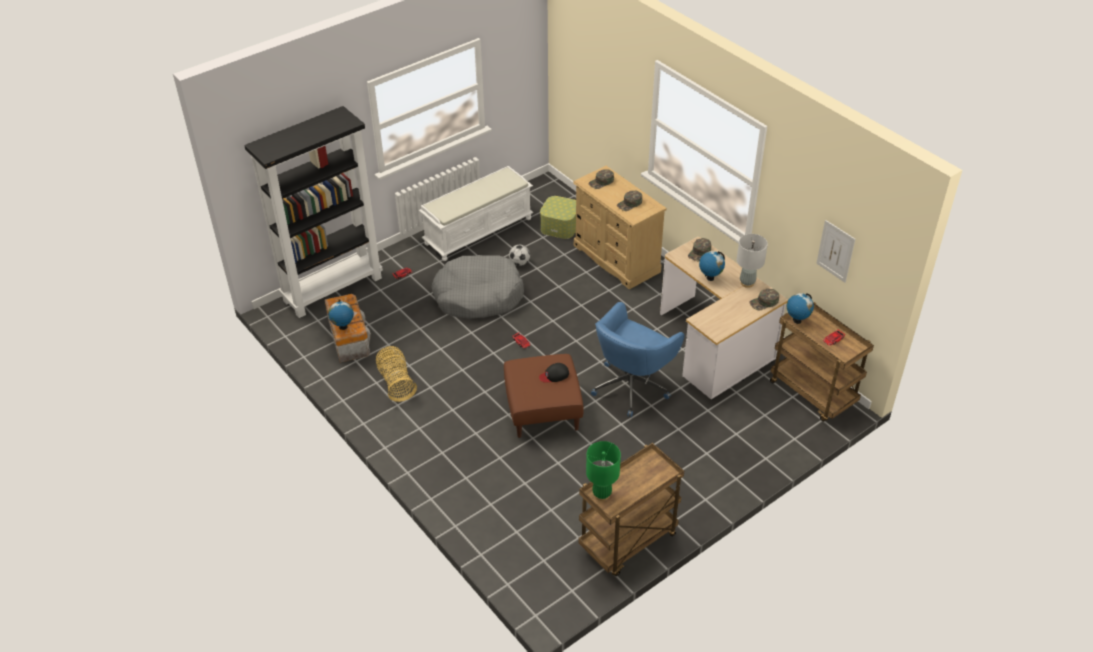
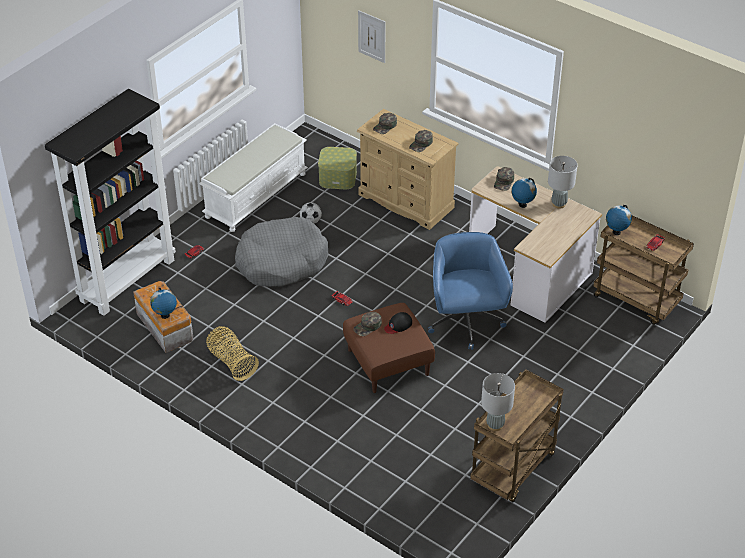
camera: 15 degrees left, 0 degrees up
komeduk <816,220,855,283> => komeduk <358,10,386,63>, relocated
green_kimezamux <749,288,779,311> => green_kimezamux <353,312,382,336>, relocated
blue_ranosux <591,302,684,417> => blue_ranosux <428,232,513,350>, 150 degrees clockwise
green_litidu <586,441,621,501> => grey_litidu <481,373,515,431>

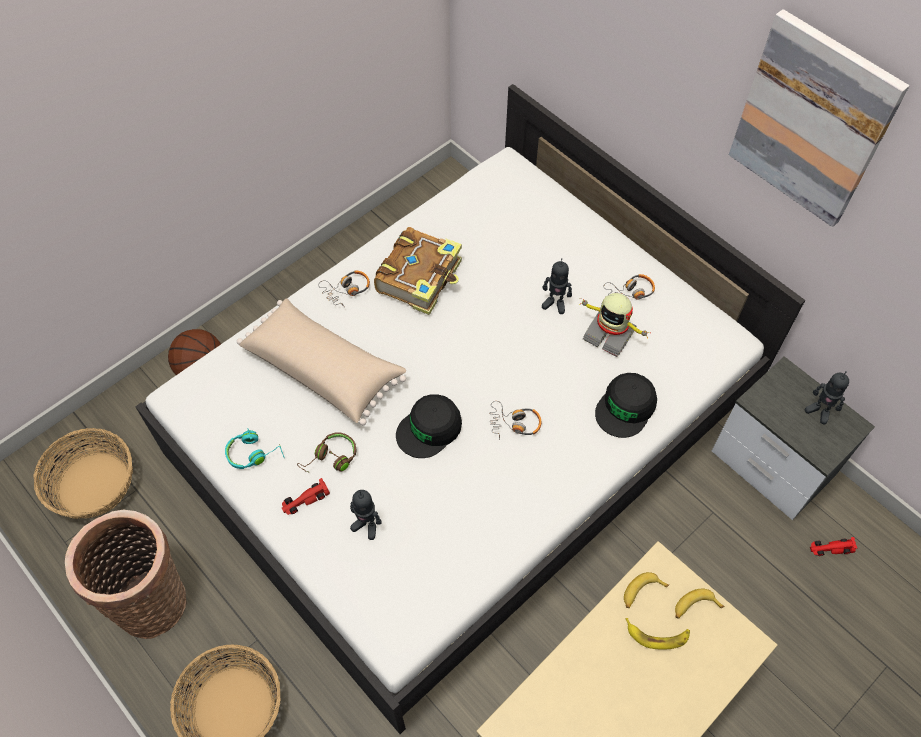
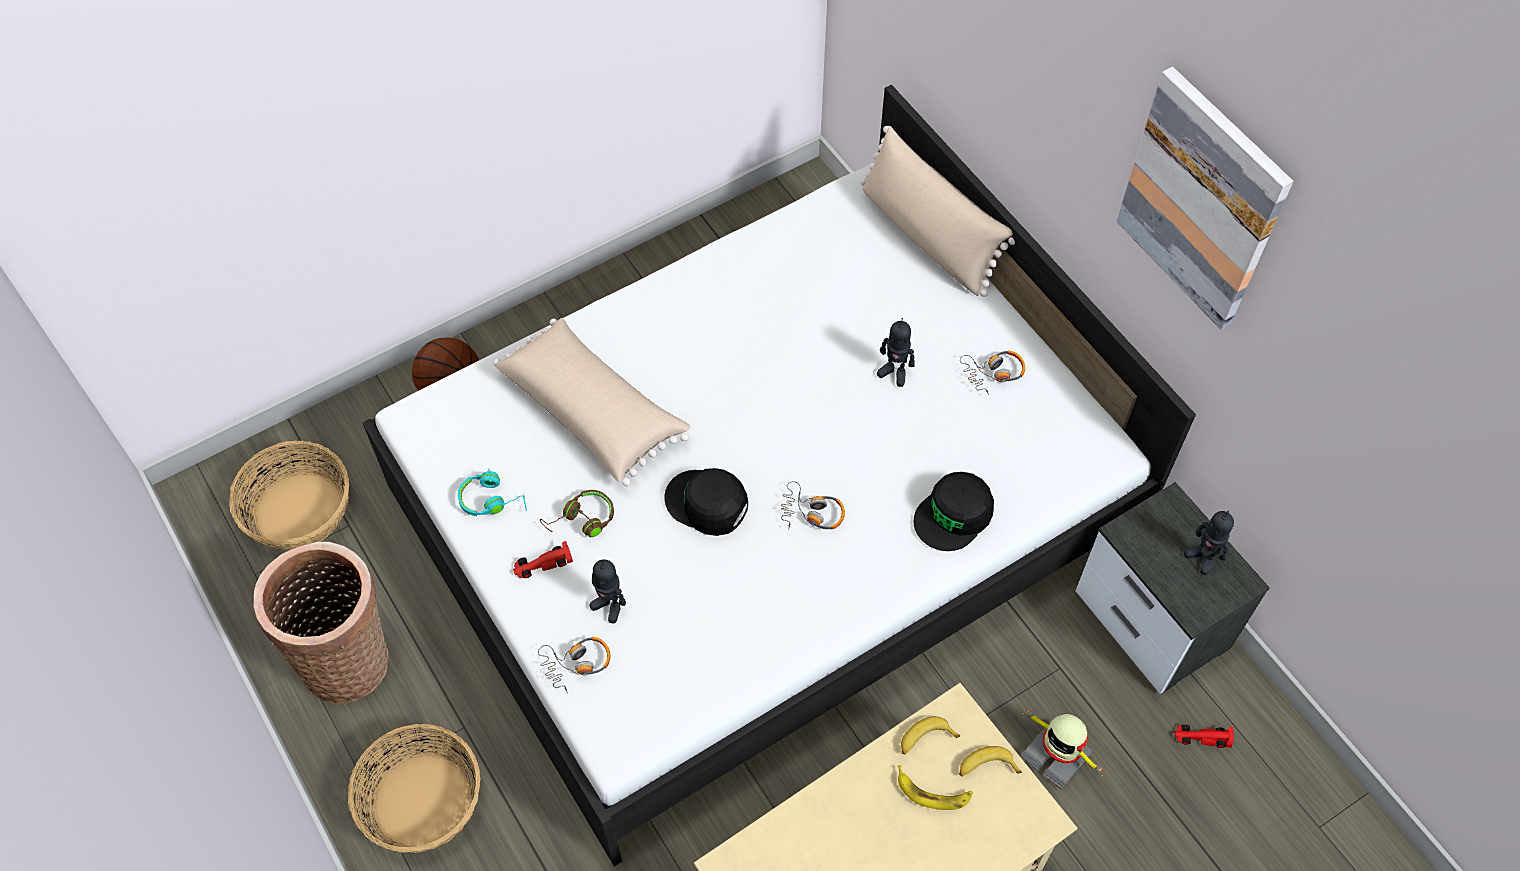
camera: 10 degrees right, 0 degrees up
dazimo <374,227,462,315> => nothing
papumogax <318,271,370,306> => papumogax <538,637,610,693>, relocated
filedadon <579,293,651,357> => filedadon <1021,706,1107,790>, relocated
black_kimezamux <396,394,462,458> => black_kimezamux <665,468,748,536>, 60 degrees clockwise
nothing => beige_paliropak <860,126,1015,297>

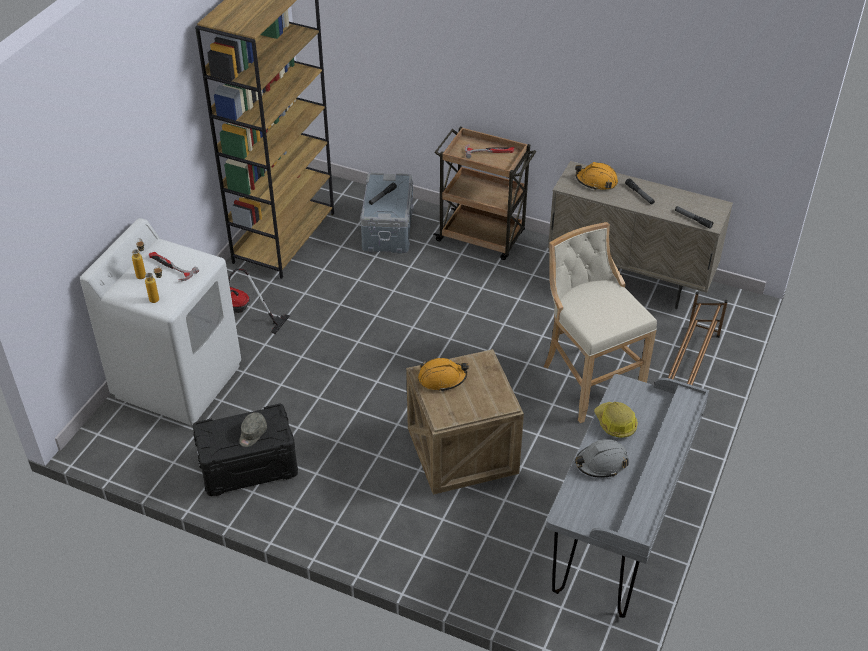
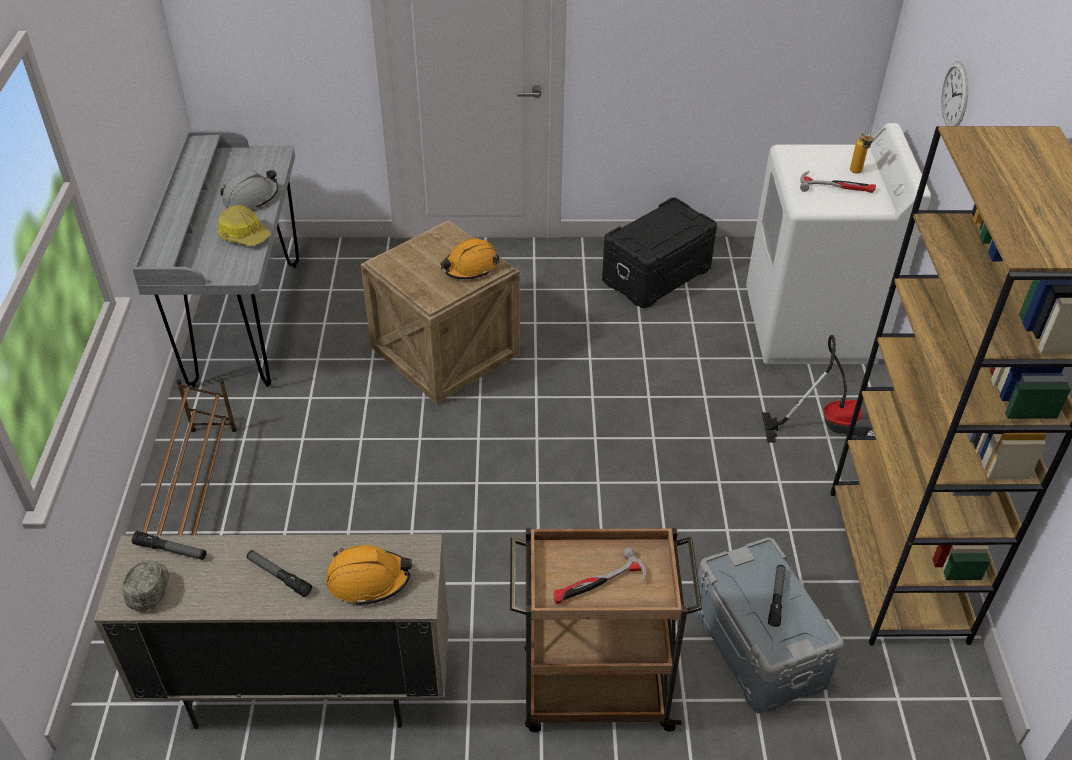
camera: 155 degrees right, 0 degrees up
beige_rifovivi <544,222,657,423> => nothing
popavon <145,267,162,303> => nothing
grey_kimezamux <239,412,267,447> => grey_kimezamux <122,560,169,611>, relocated
nothing => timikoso <941,61,969,126>

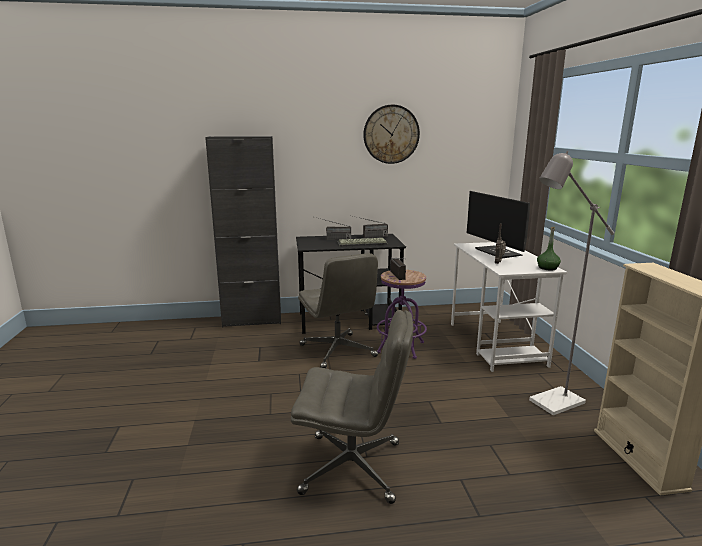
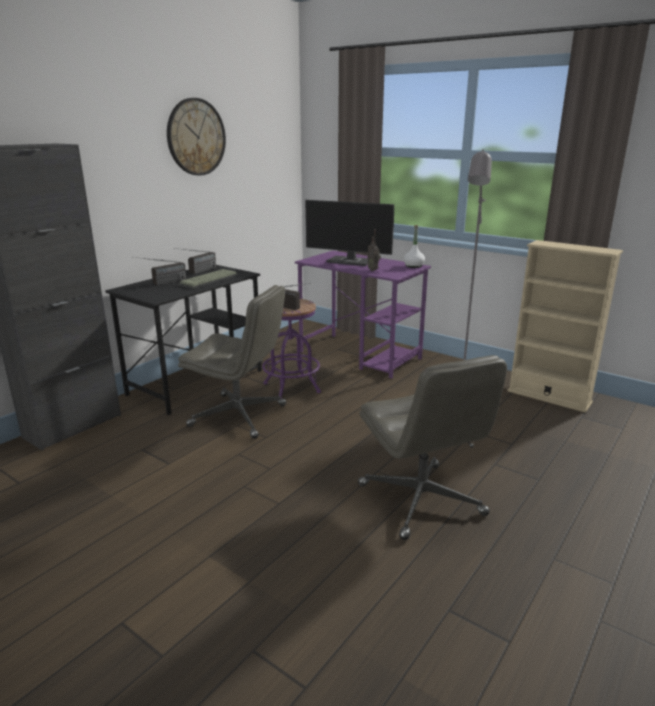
camera: 45 degrees left, 5 degrees up
green_popavon <537,227,561,270> => white_popavon <404,225,425,268>
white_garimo <451,242,567,372> => purple_garimo <295,250,431,379>
grey_ranosux <291,310,413,504> => grey_ranosux <358,355,507,540>, 105 degrees clockwise

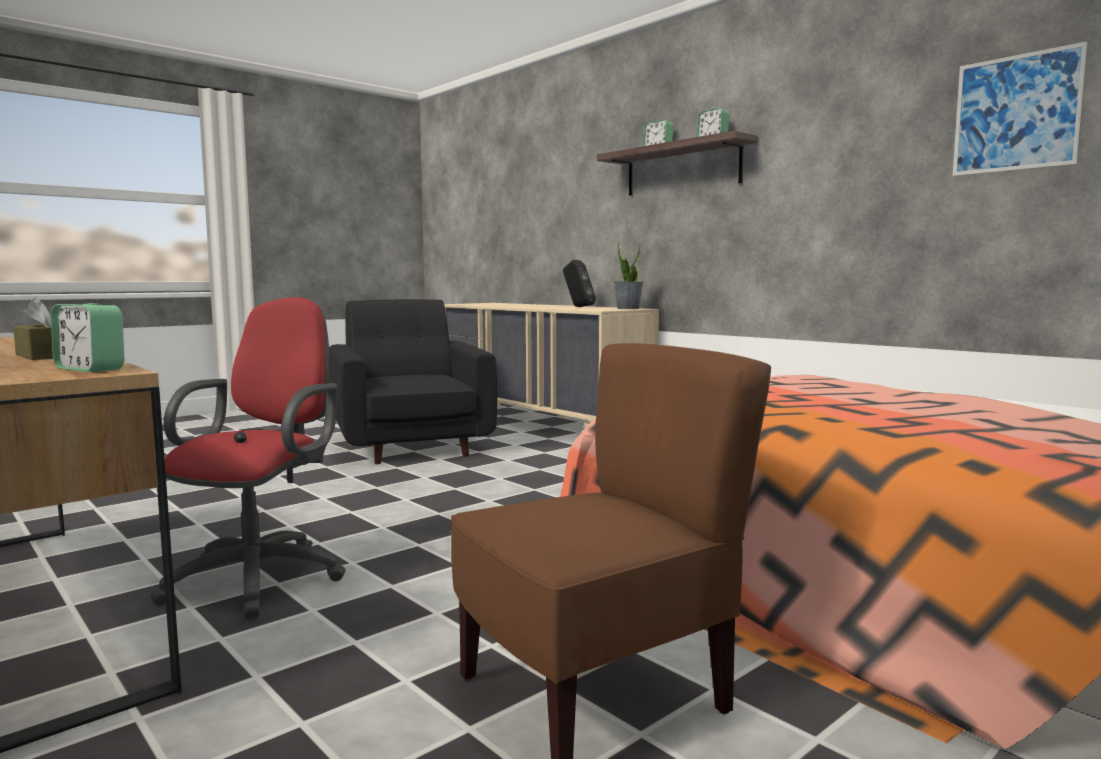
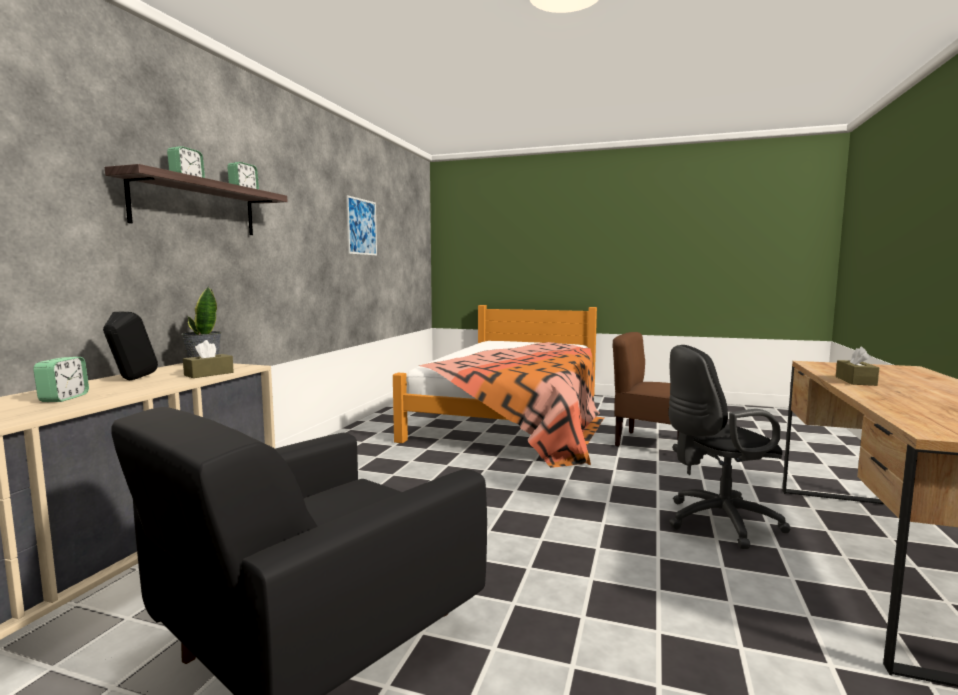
camera: 120 degrees left, 0 degrees up
red_ranosux <150,297,346,619> => black_ranosux <669,345,791,549>
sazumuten <51,303,124,372> => sazumuten <33,357,89,402>, relocated
nothing => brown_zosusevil <183,340,234,378>

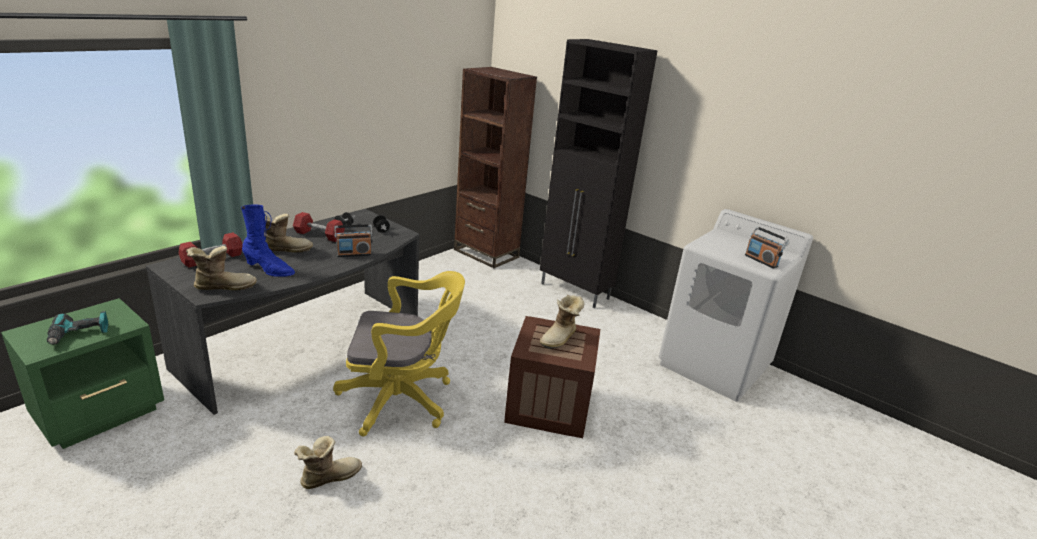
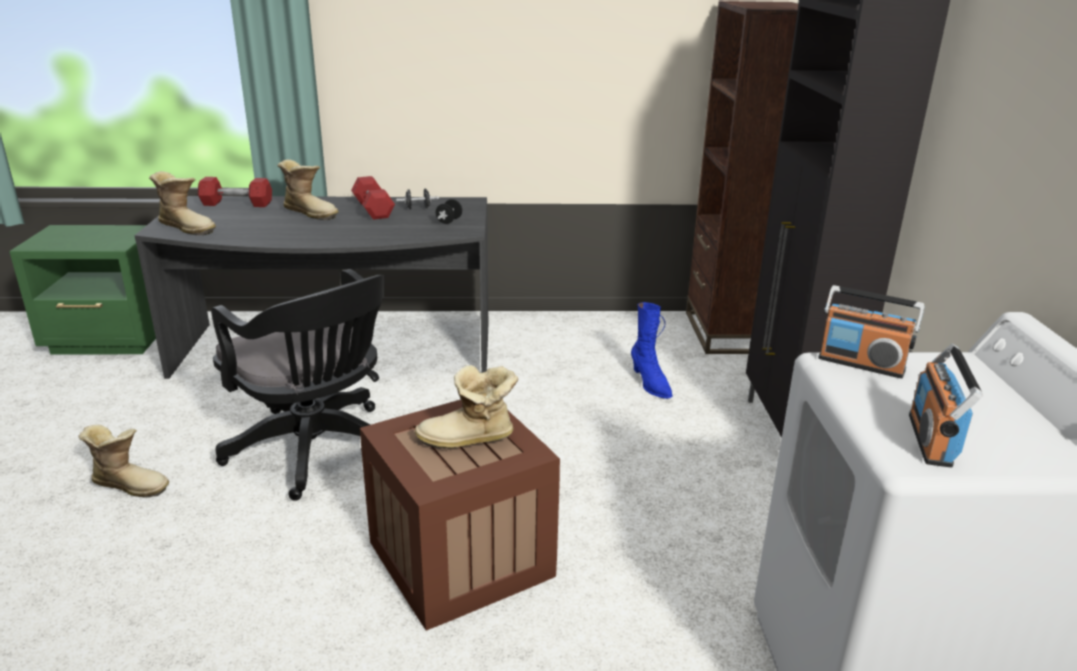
camera: 50 degrees right, 0 degrees up
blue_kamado <241,205,295,277> => blue_kamado <631,302,673,399>, relocated
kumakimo <334,224,373,257> => kumakimo <818,285,924,379>, relocated
yellow_ranosux <333,271,465,437> => black_ranosux <211,269,384,501>
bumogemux <47,311,108,345> => nothing

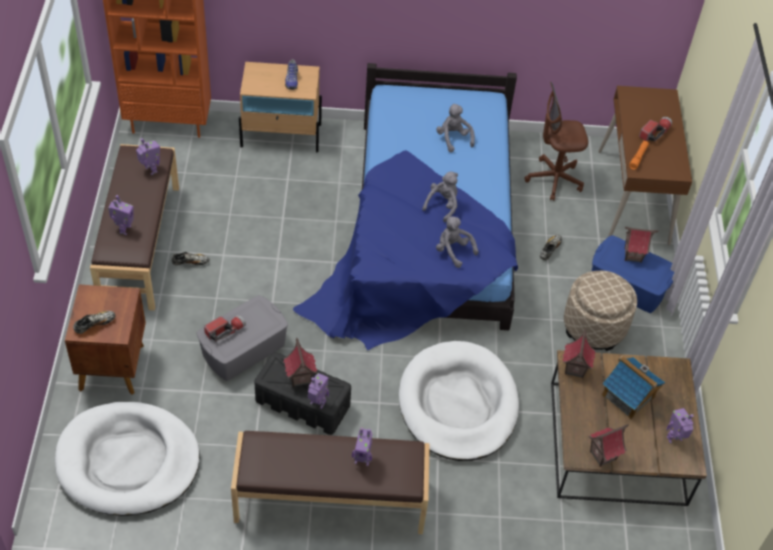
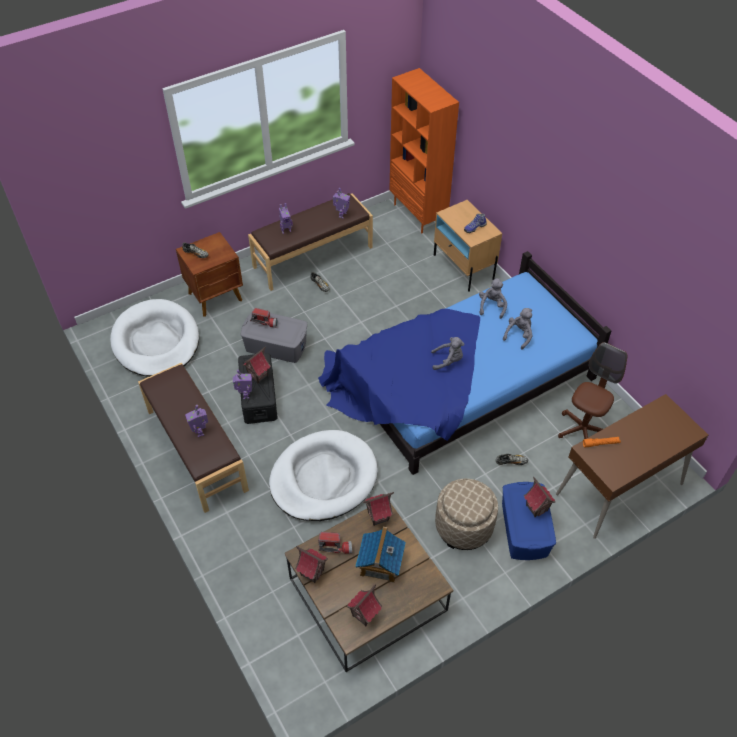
camera: 60 degrees right, 0 degrees up
brown_ranosux <524,82,588,201> => brown_ranosux <558,342,627,439>, 75 degrees clockwise
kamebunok <639,117,672,142> => kamebunok <318,532,352,554>, relocated
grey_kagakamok <436,216,478,268> => grey_kagakamok <479,278,507,319>, relocated
filedadon <666,408,694,443> => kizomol <347,584,382,627>

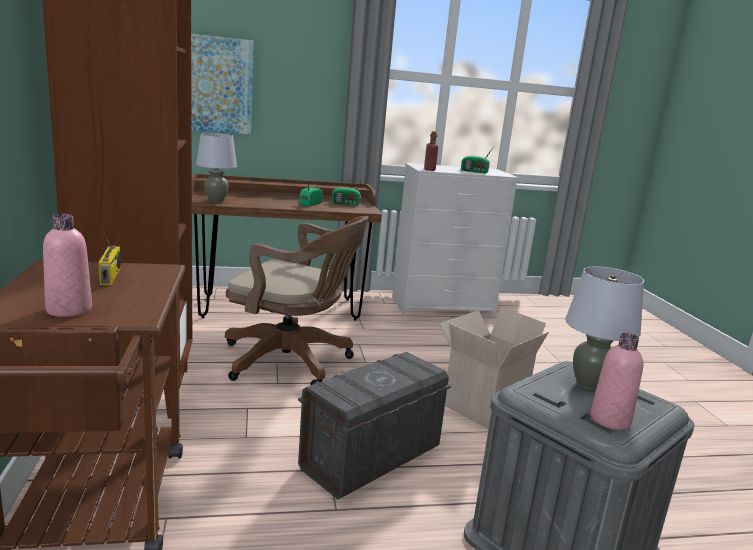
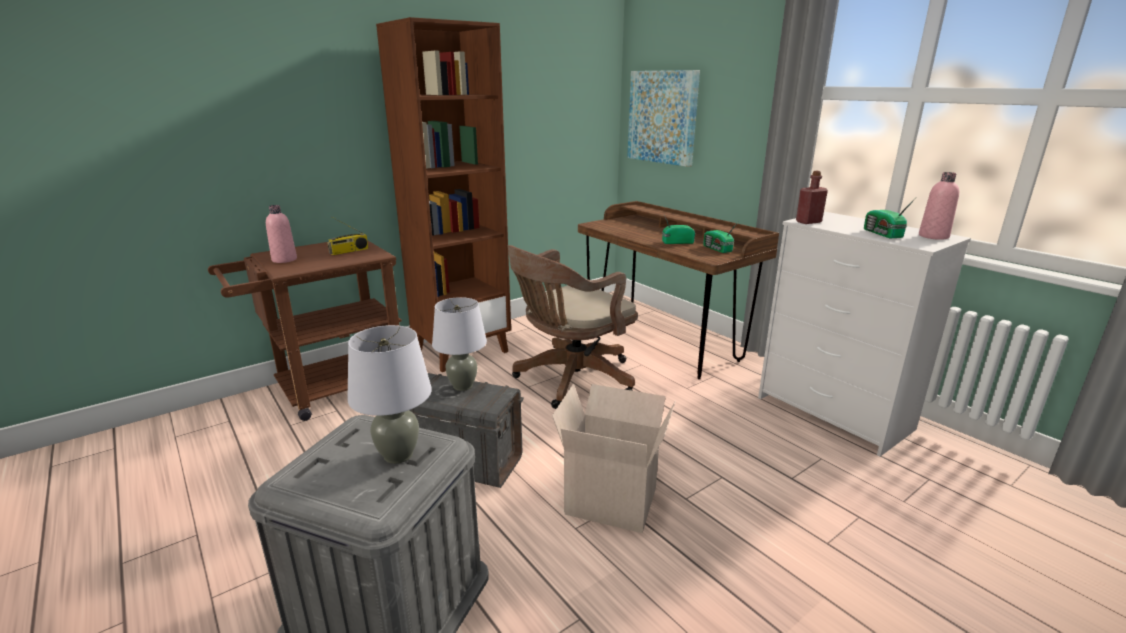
camera: 65 degrees right, 5 degrees up
grey_litidu <196,133,237,203> => grey_litidu <432,297,487,391>, relocated
brown_ranosux <225,216,368,385> => brown_ranosux <508,245,638,409>, 60 degrees clockwise
pink_popavon <590,333,643,430> => pink_popavon <919,172,959,240>, relocated

